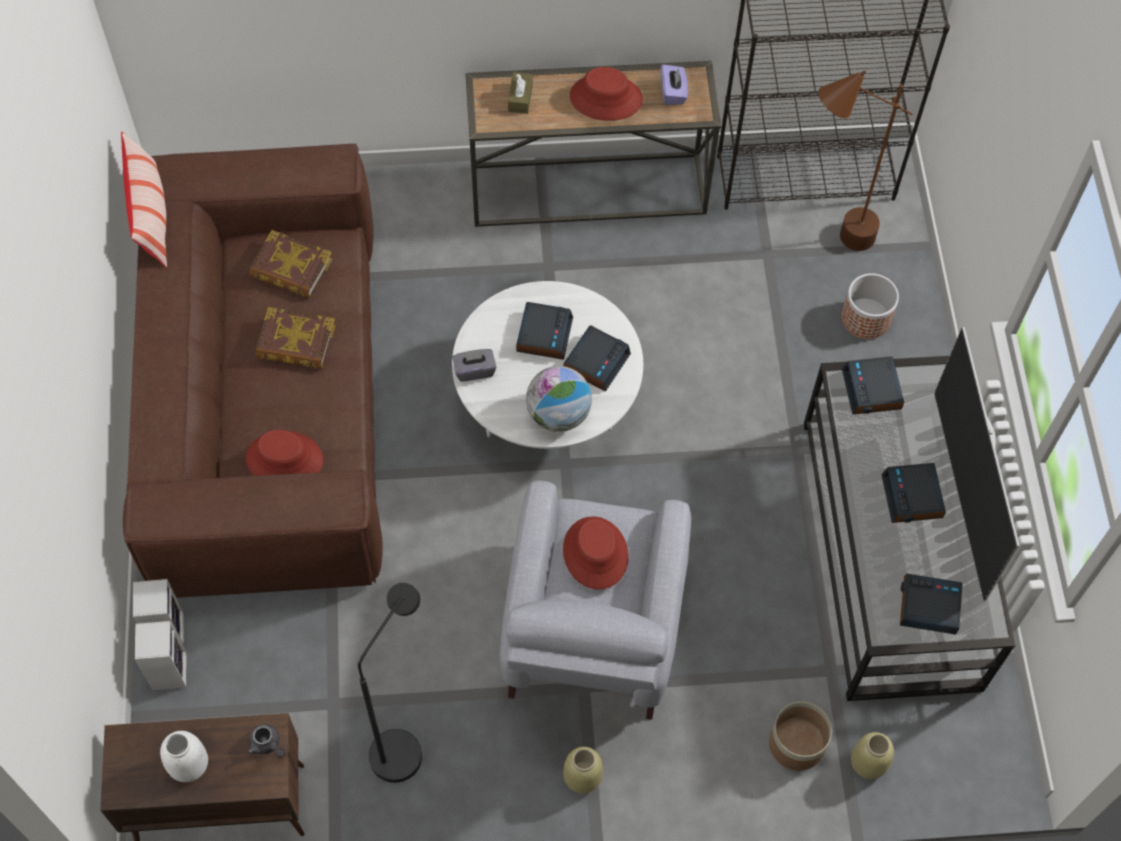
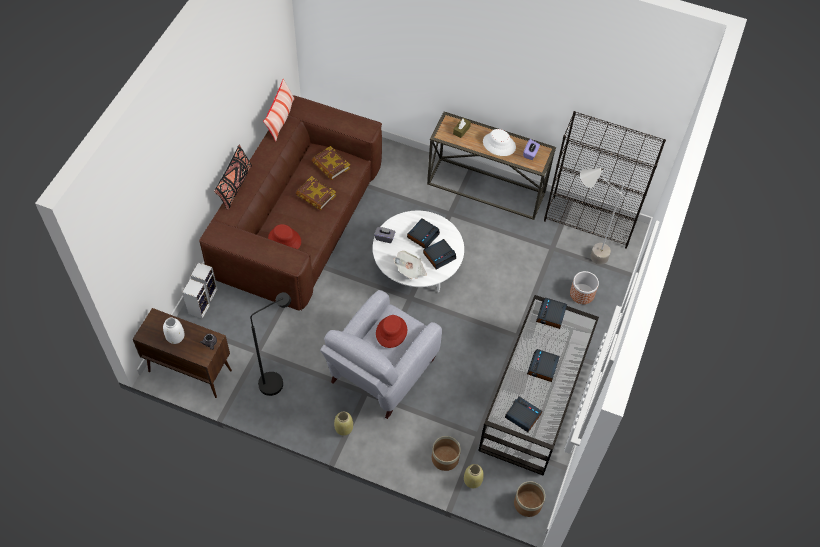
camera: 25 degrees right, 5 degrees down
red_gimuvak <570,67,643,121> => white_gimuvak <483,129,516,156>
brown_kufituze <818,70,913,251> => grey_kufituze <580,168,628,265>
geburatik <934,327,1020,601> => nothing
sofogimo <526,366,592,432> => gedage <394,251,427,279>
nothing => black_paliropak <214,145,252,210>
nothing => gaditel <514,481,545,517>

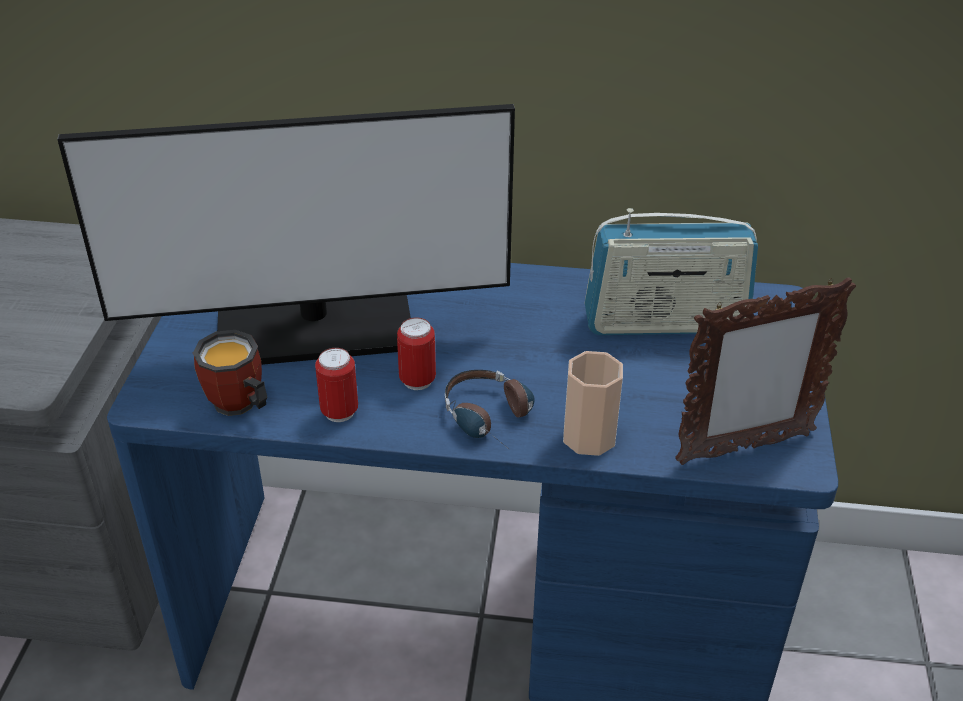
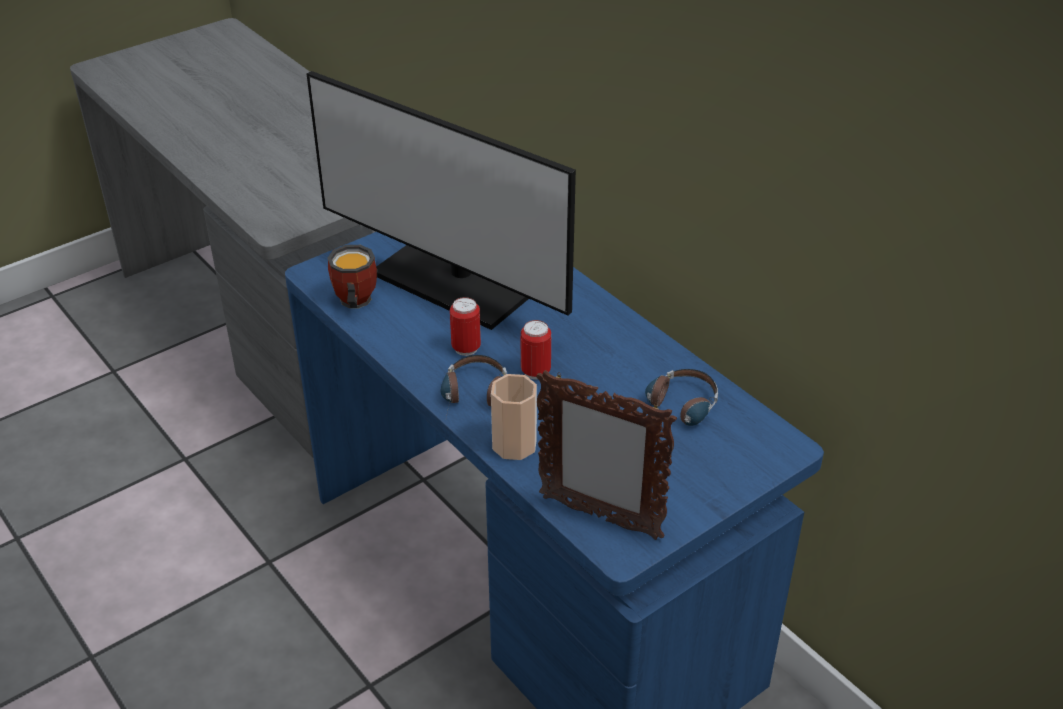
camera: 45 degrees right, 0 degrees up
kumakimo <585,208,758,335> => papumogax <639,369,718,426>
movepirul <315,348,358,422> => movepirul <521,320,551,380>, relocated

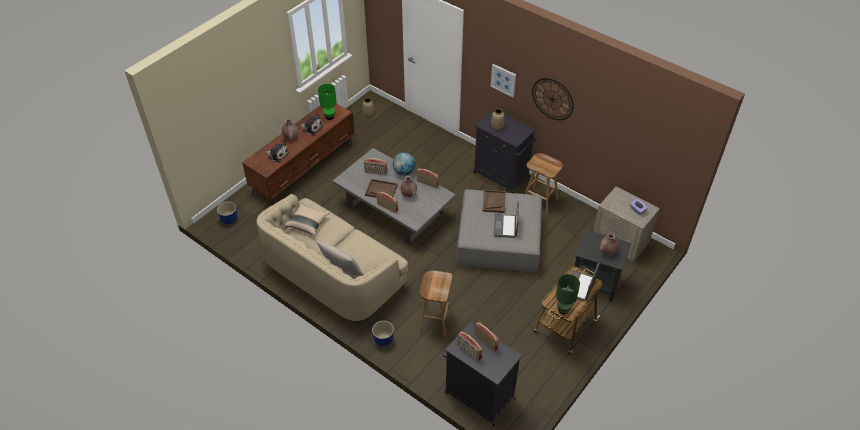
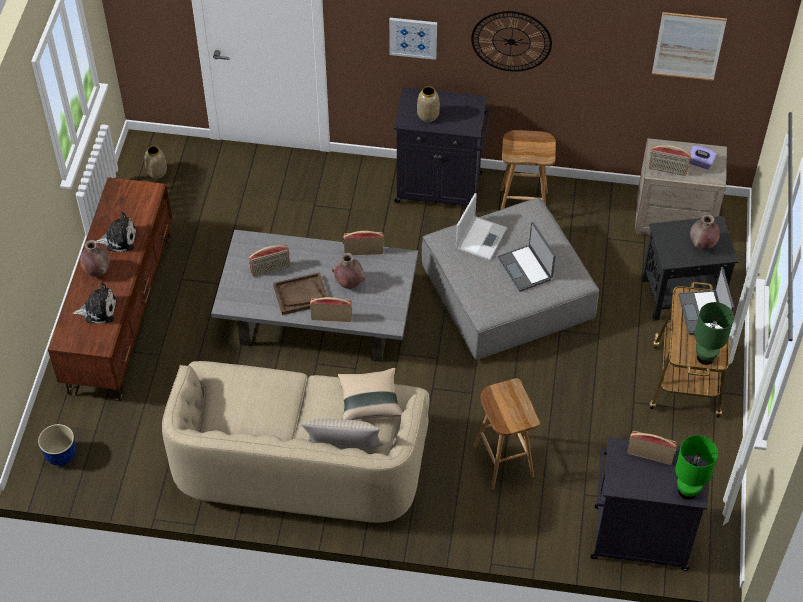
camera: 30 degrees left, 5 degrees up
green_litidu <318,84,337,120> => green_litidu <675,435,718,500>, relocated
sofogimo <392,153,416,176> => nothing
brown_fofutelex <482,189,506,213> => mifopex <456,193,507,260>
beige_paliropak <284,204,329,236> => beige_paliropak <338,368,403,420>, relocated
gaditel <372,321,394,346> => nothing
kumakimo <458,331,483,361> => kumakimo <649,145,691,176>, relocated
nothing => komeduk <652,12,727,81>

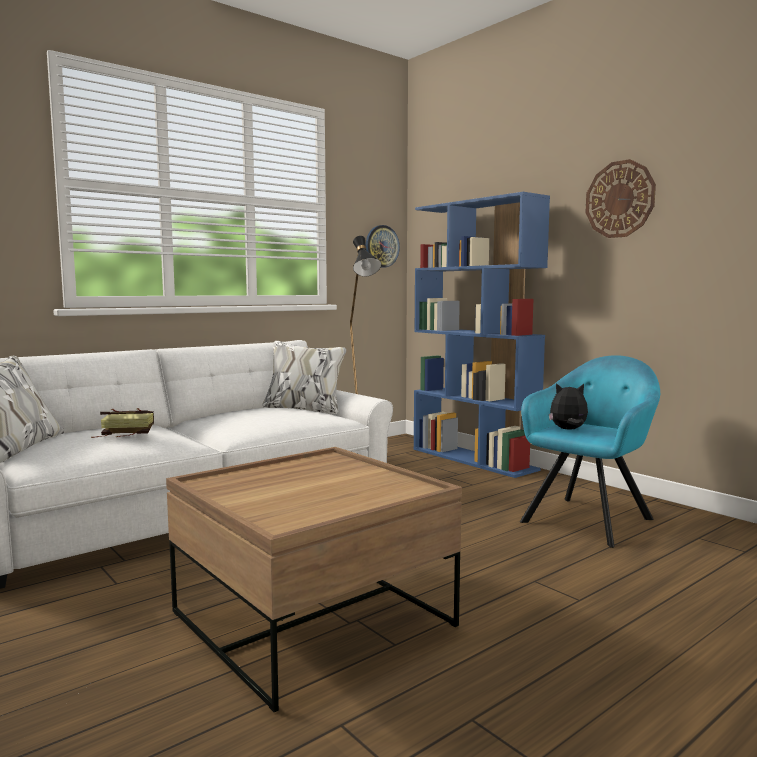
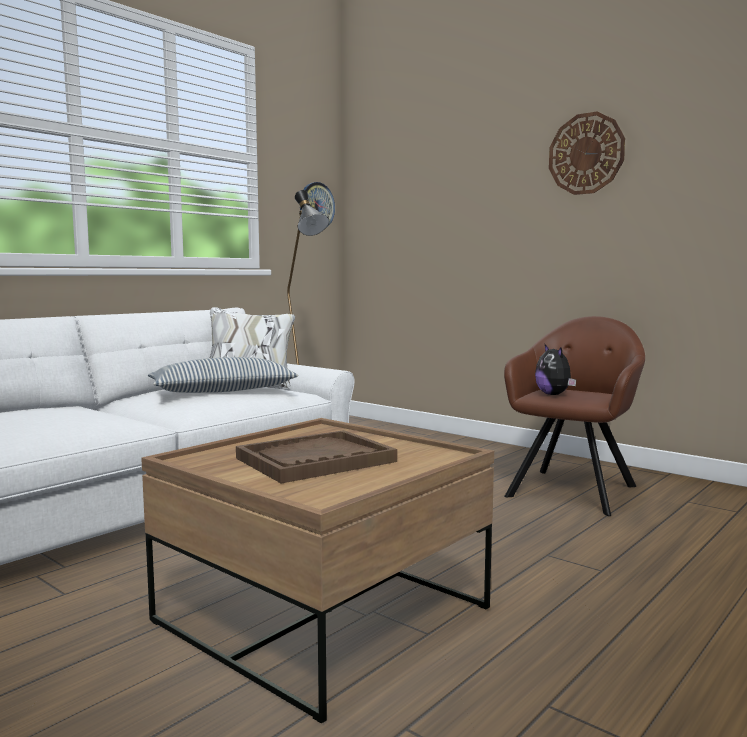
camera: 10 degrees left, 0 degrees up
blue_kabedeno <414,192,550,478> => nothing
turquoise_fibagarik <520,355,660,548> => brown_fibagarik <504,316,645,516>
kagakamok <549,383,588,430> => kagakamok <535,345,576,395>, 105 degrees counterclockwise
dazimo <91,408,154,438> => nothing
nothing => paliropak <148,357,298,393>
nothing => brown_fofutelex <236,430,397,483>

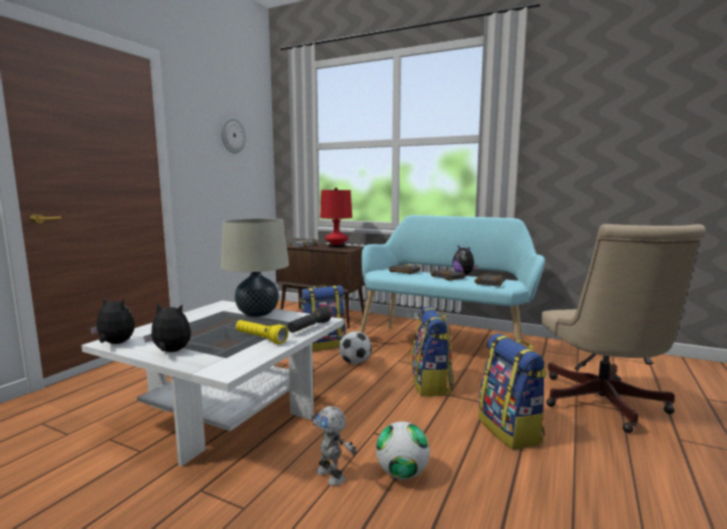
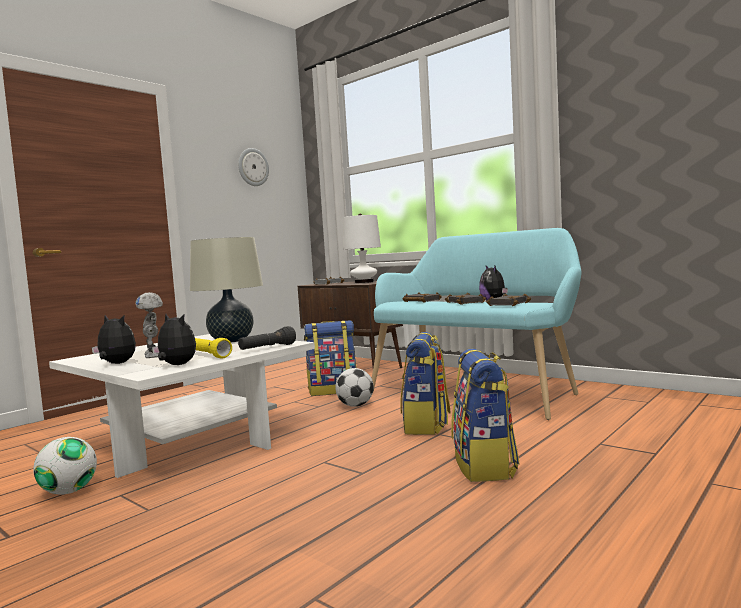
camera: 15 degrees right, 5 degrees down
red_litidu <320,188,352,248> => white_litidu <343,214,381,283>
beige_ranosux <541,224,706,433> => nothing
kagakamok <90,297,135,344> => kagakamok <152,313,196,365>, relocated
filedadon <311,406,357,486> => filedadon <135,292,163,358>, relocated
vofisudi <376,421,430,480> => vofisudi <33,437,97,495>, relocated

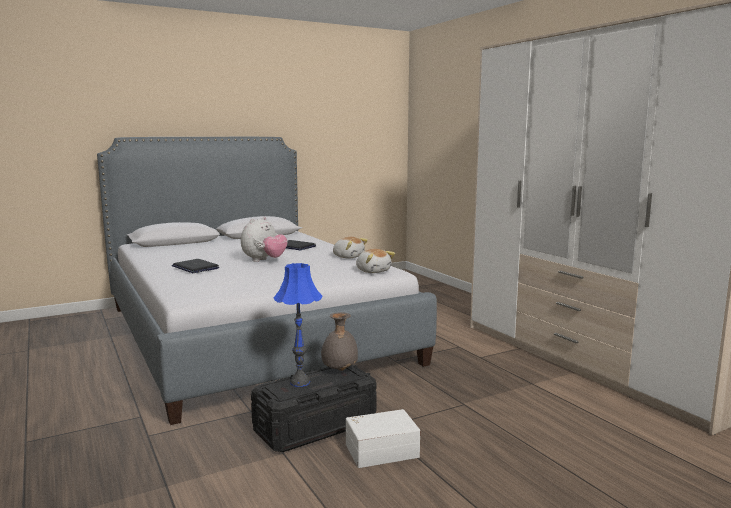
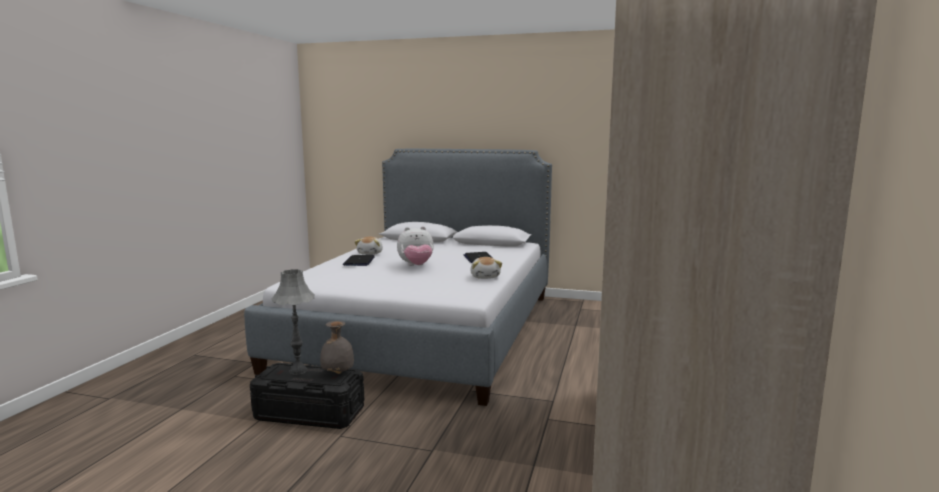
camera: 45 degrees right, 0 degrees up
kagakamok <356,249,395,273> => kagakamok <354,237,383,255>, relocated
blue_litidu <274,263,322,387> => grey_litidu <271,269,315,375>
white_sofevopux <346,409,420,468> => nothing

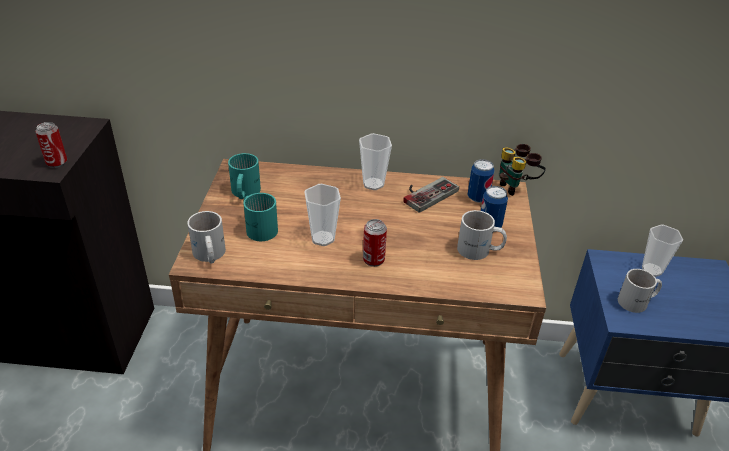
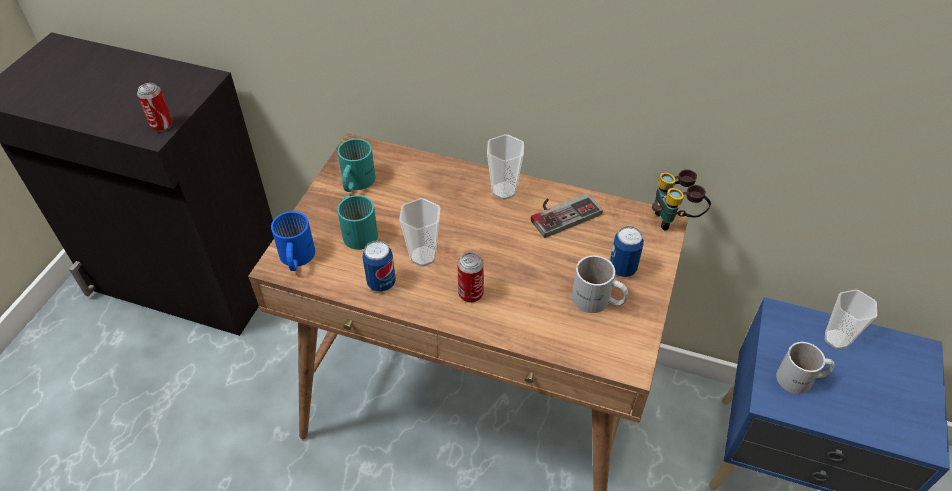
camera: 15 degrees right, 10 degrees up
movepirul <467,159,495,203> => movepirul <362,240,396,292>, relocated
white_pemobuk <187,211,226,263> => blue_pemobuk <271,211,315,271>

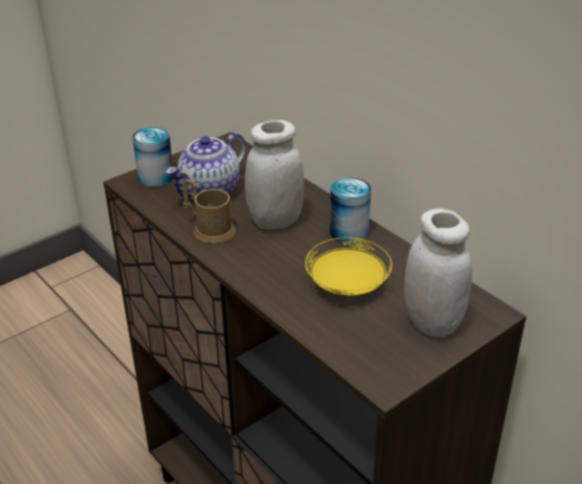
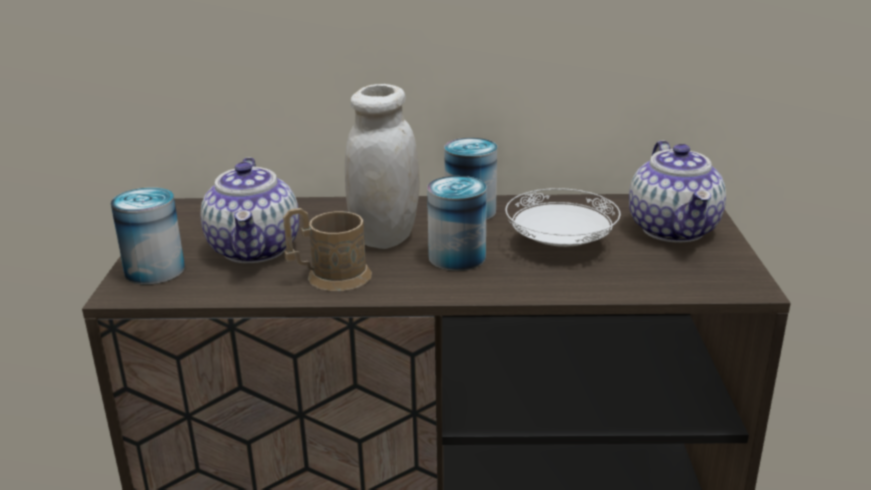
camera: 50 degrees left, 10 degrees down
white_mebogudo <404,208,472,337> => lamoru <629,140,726,242>
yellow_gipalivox <305,237,392,295> => white_gipalivox <506,188,620,247>
nothing => movepirul <427,176,487,271>

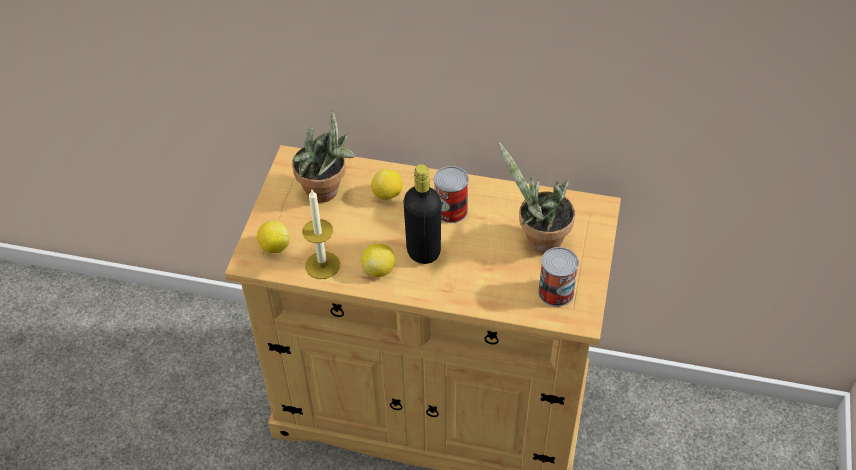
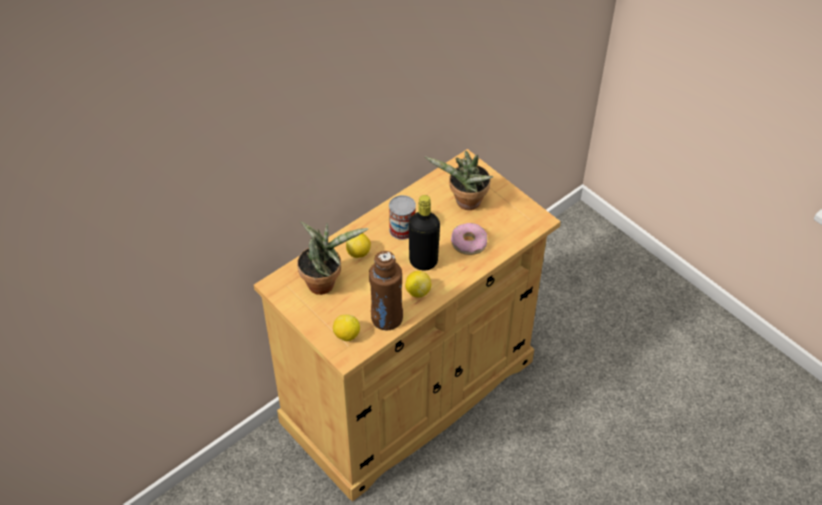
camera: 55 degrees left, 0 degrees up
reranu <302,190,340,279> => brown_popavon <369,251,403,330>
movepirul <538,247,579,307> => nothing
nothing => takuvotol <451,223,487,255>

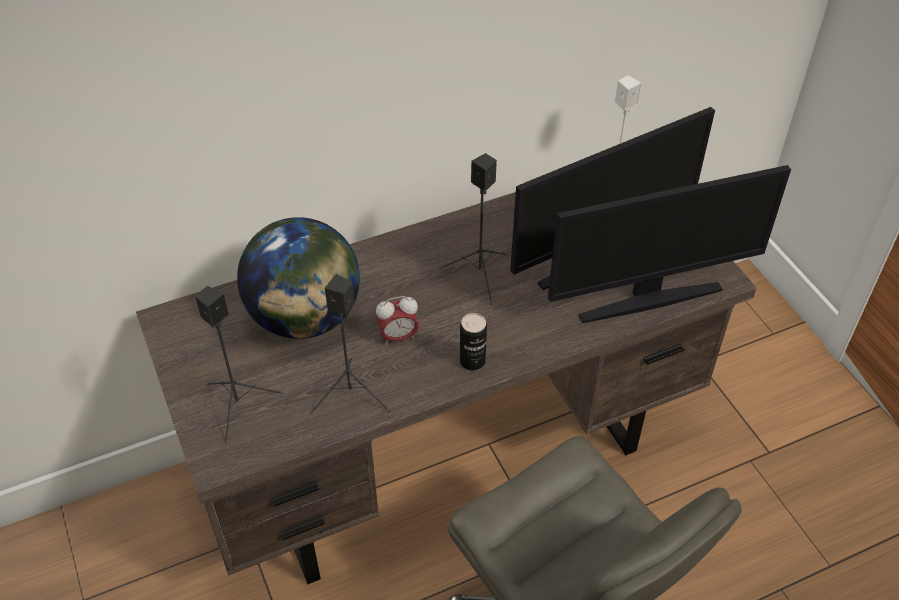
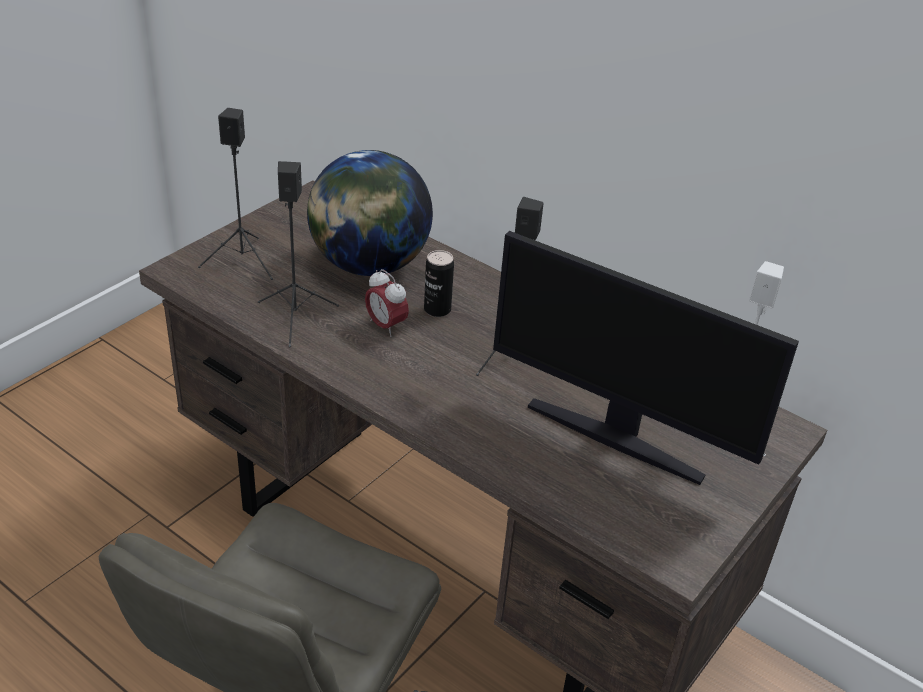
camera: 60 degrees right, 10 degrees down
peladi <548,165,791,323> => nothing
movepirul <460,313,487,370> => movepirul <424,250,454,317>, relocated

